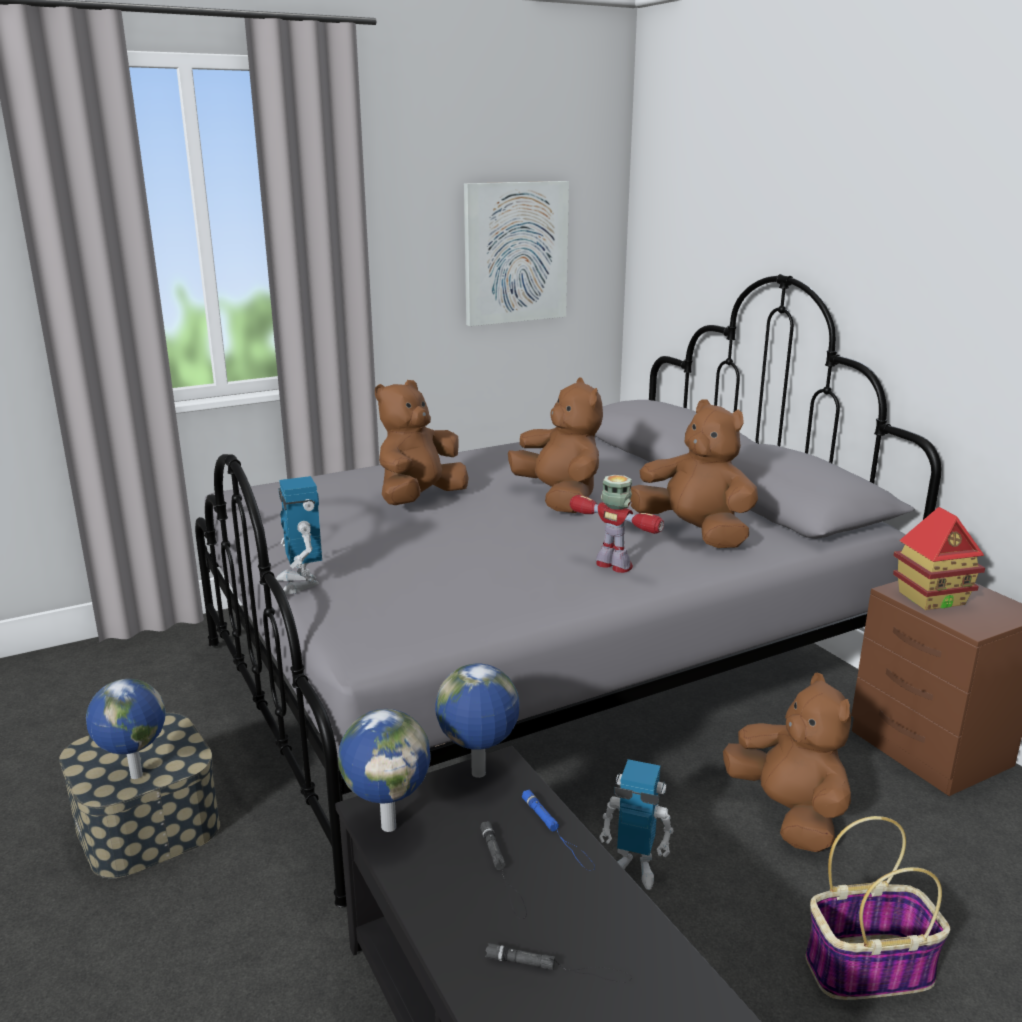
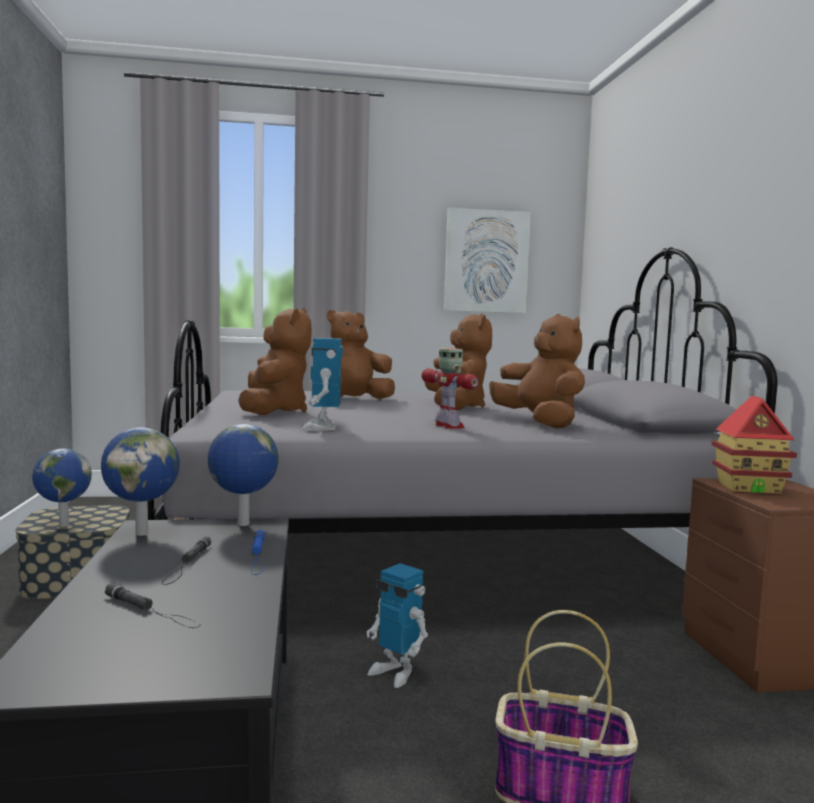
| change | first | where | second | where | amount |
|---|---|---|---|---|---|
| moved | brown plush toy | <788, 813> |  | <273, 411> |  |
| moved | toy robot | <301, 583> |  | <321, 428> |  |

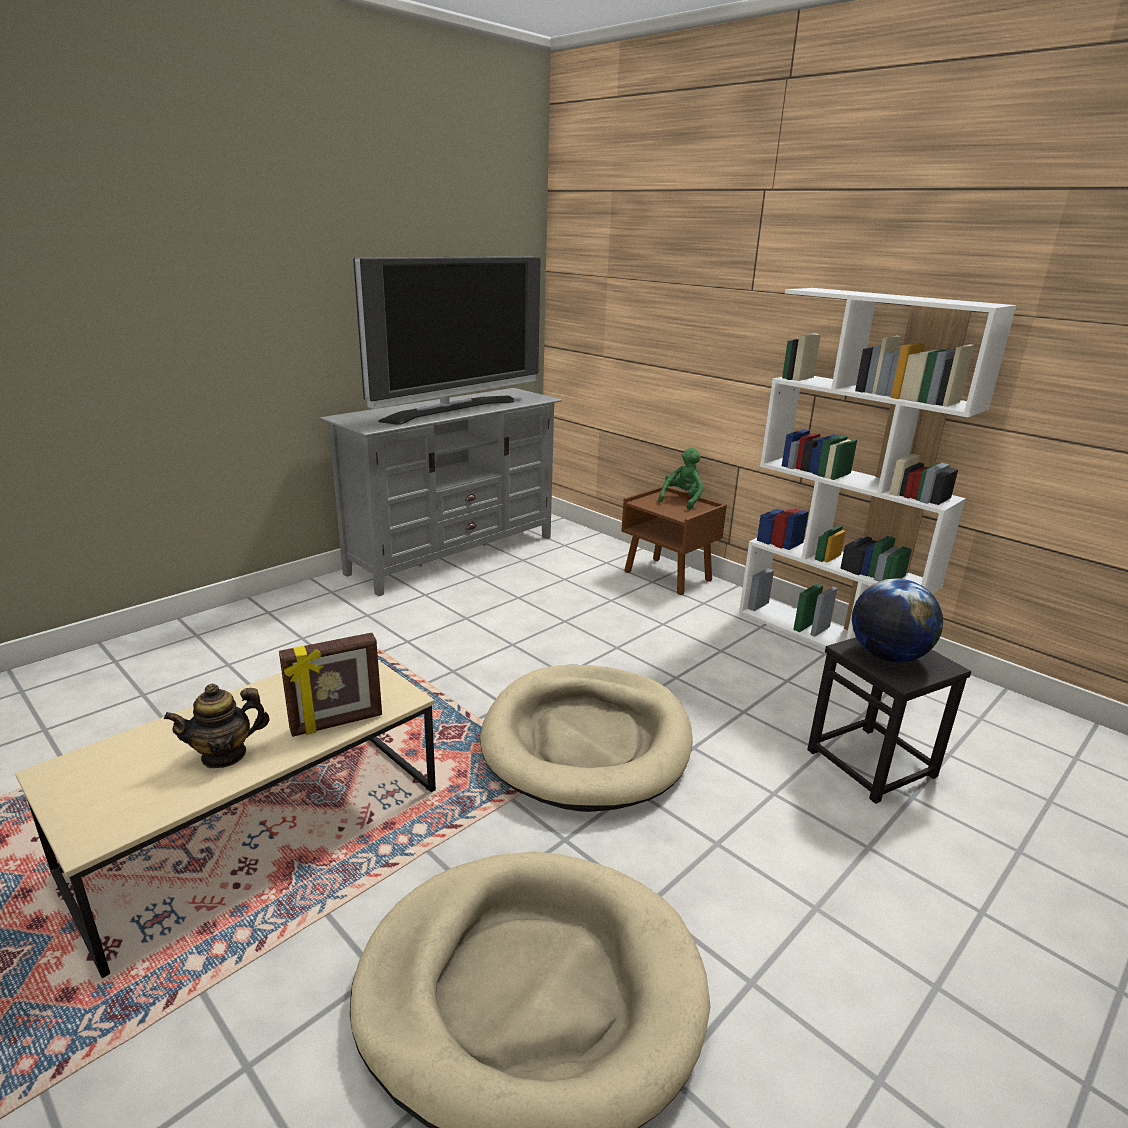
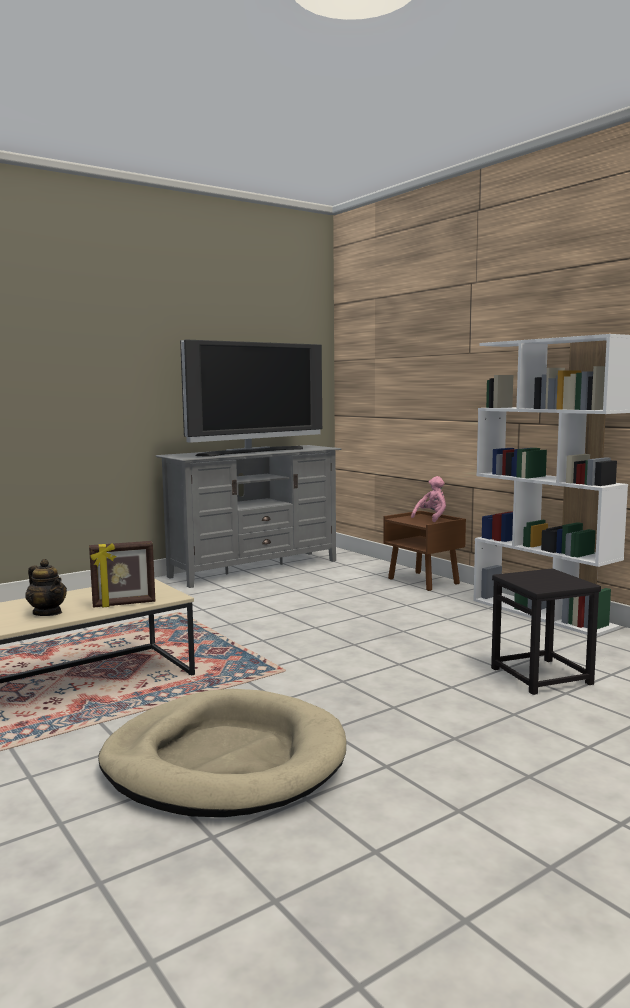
| change | first | where | second | where | amount |
|---|---|---|---|---|---|
| turned | teapot | <224, 755> |  | <47, 613> | 120 degrees counterclockwise |
| recoloured | green plush toy | <682, 500> | pink plush toy | <432, 518> |  |
| removed | beige dog bed | <587, 740> |  |  |  |
| removed | globe | <887, 656> |  |  |  |

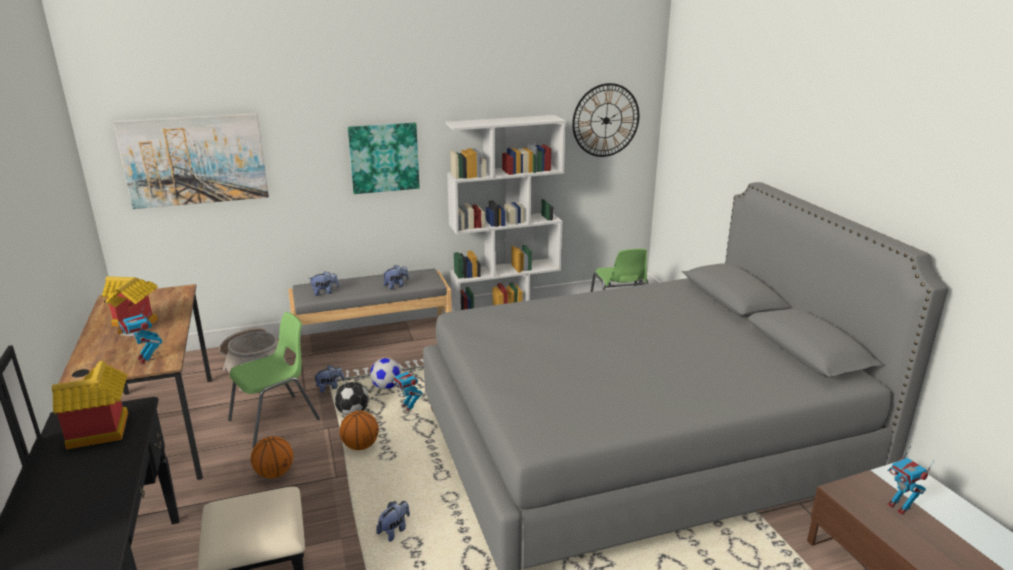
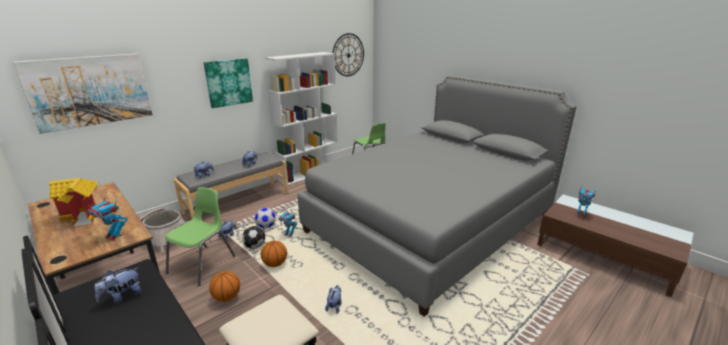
| change | first | where | second | where | amount |
|---|---|---|---|---|---|
| replaced | toy house | <102, 433> | plush toy | <122, 296> |  |

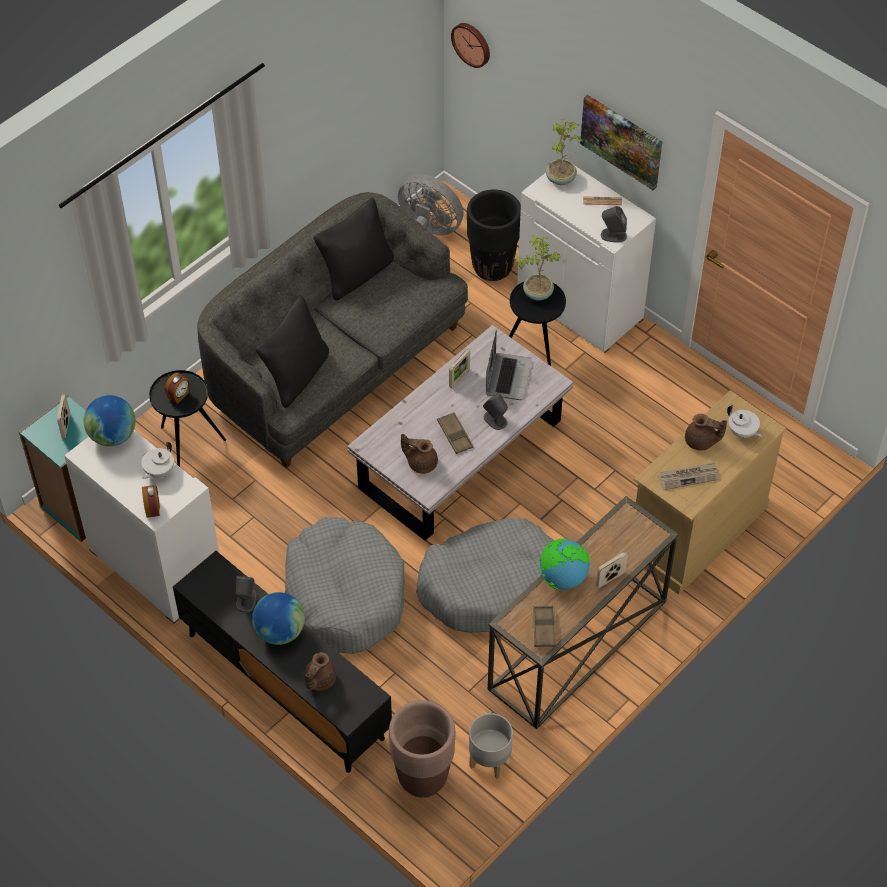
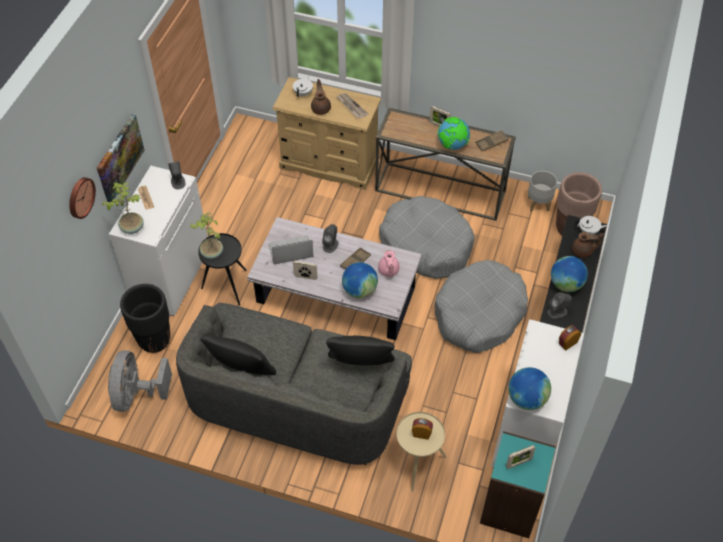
| change | first | where | second | where | amount |
|---|---|---|---|---|---|
| moved | wall clock | <472, 44> |  | <80, 197> |  |
| added |  |  | globe | <359, 290> |  |
| recoloured | brown teapot | <421, 463> | pink teapot | <388, 271> |  |
| recoloured | black side table | <187, 444> | beige side table | <417, 465> |  |
| moved | white teapot | <159, 471> |  | <588, 231> |  |

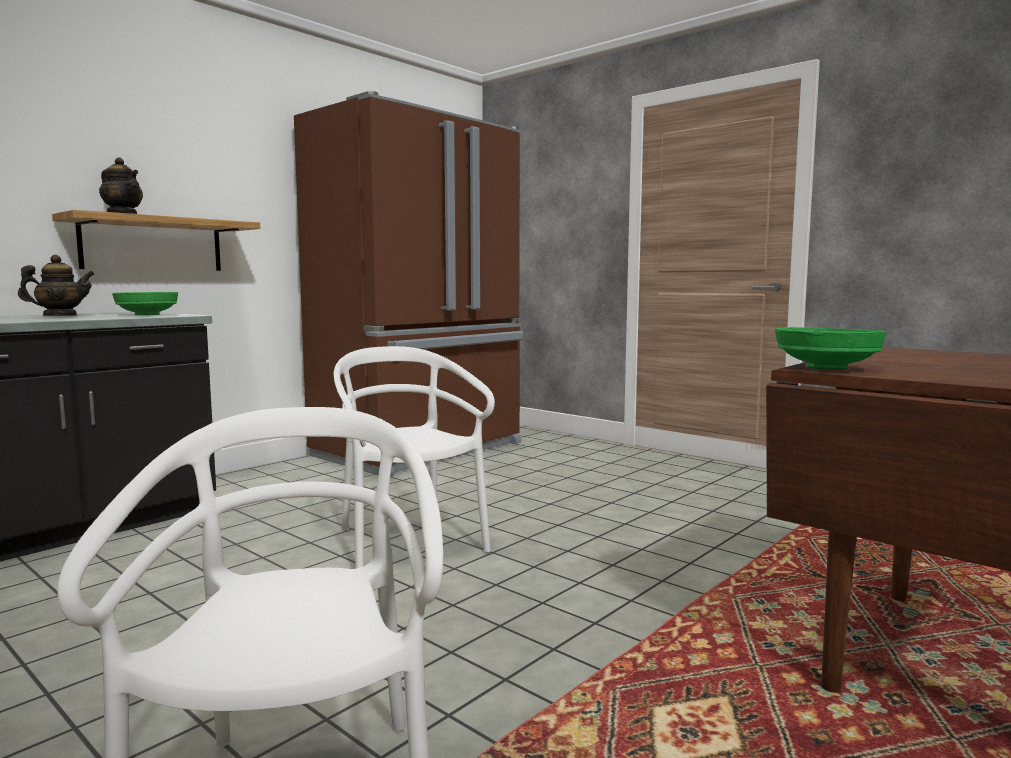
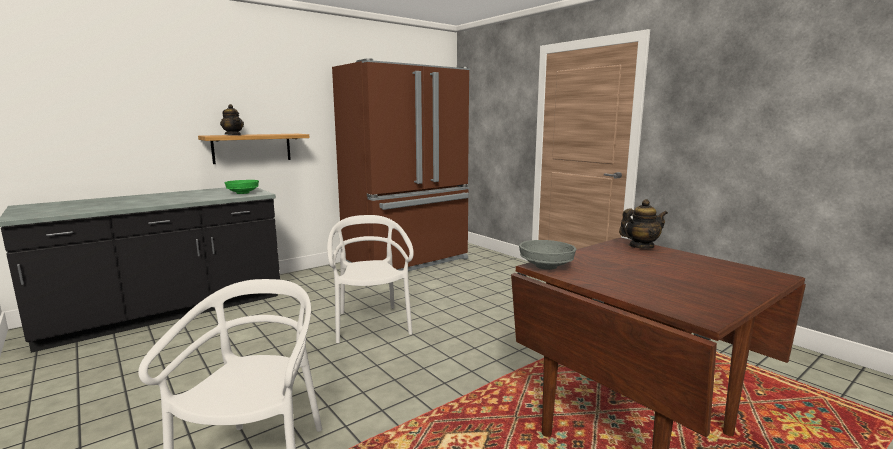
| change | first | where | second | where | amount |
|---|---|---|---|---|---|
| recoloured | green bowl | <828, 368> | grey bowl | <547, 267> |  |
| moved | teapot | <60, 316> |  | <641, 246> |  |

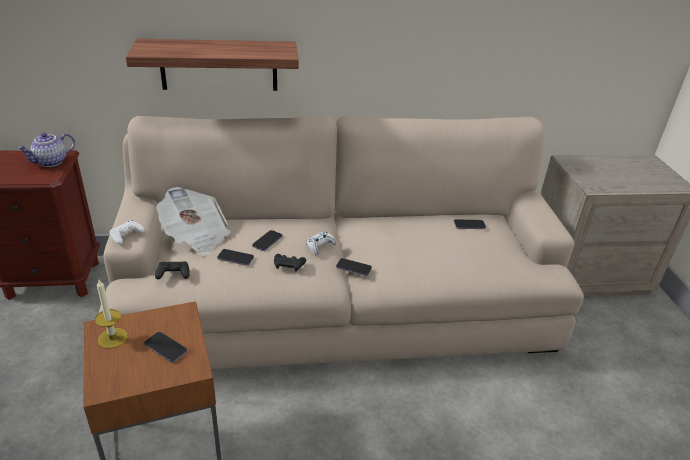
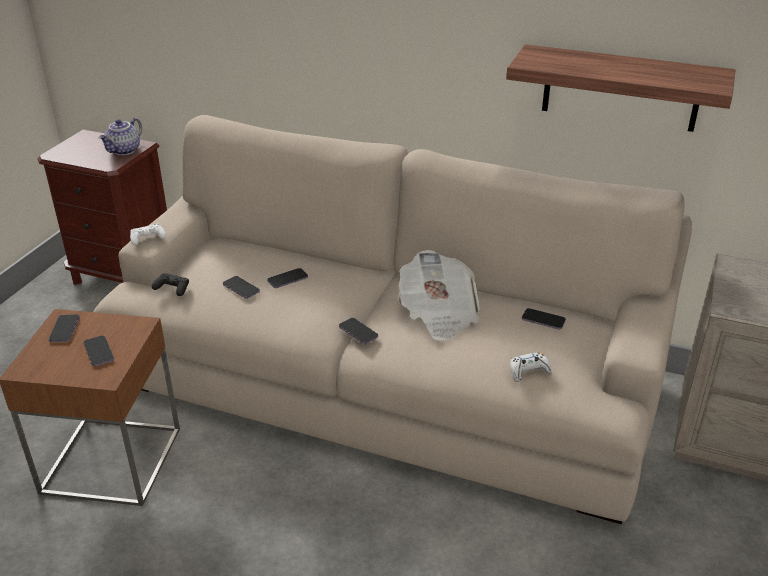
| change | first | where | second | where | amount |
|---|---|---|---|---|---|
| replaced | candle | <112, 338> | phone | <64, 330> |  |
| turned | teapot | <51, 162> |  | <124, 151> | 45 degrees counterclockwise |
| moved | newspaper | <195, 236> |  | <438, 314> |  |
| moved | shelf | <219, 65> |  | <621, 88> |  |
| moved | white game controller | <320, 246> |  | <528, 371> |  |
| removed | black game controller | <289, 265> |  |  |  |

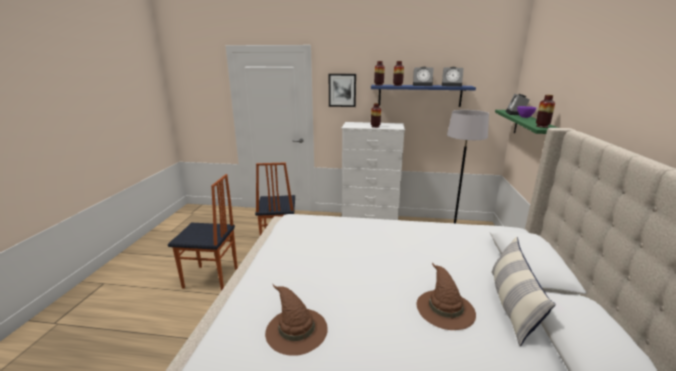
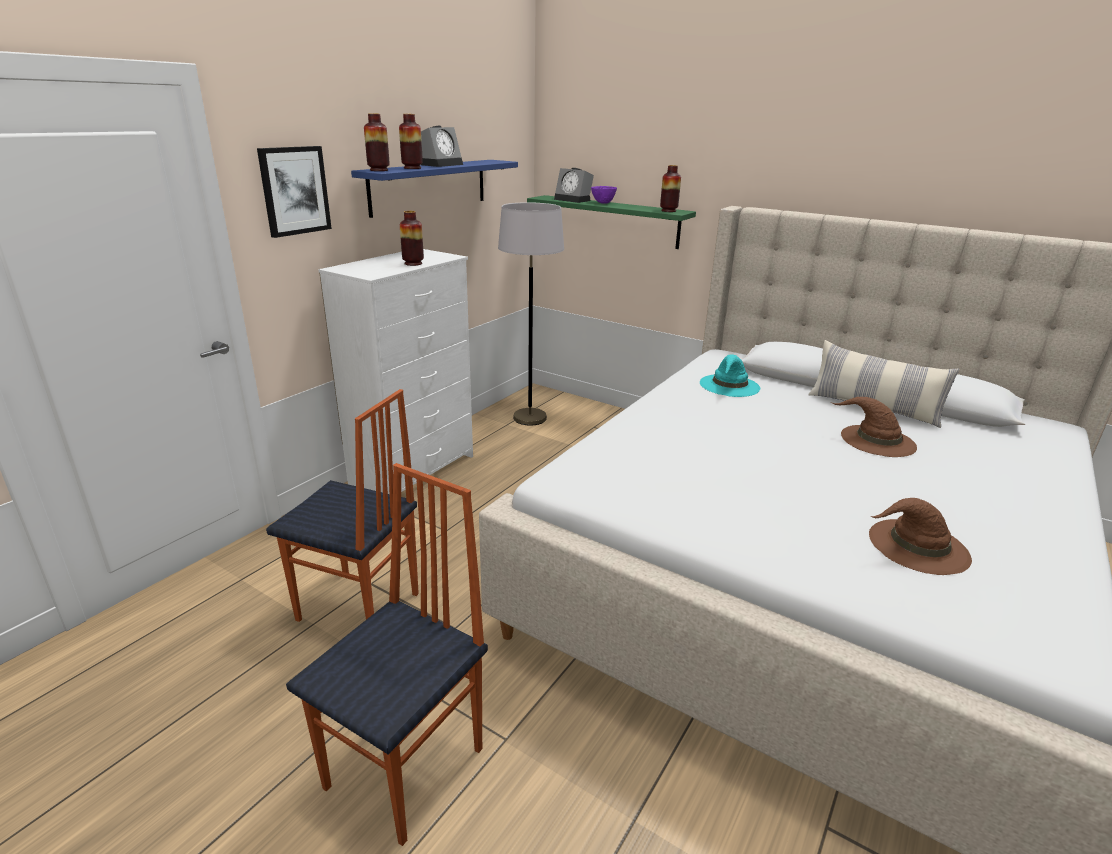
| change | first | where | second | where | amount |
|---|---|---|---|---|---|
| added |  |  | turquoise hat | <729, 385> |  |
| removed | alarm clock | <452, 85> |  |  |  |

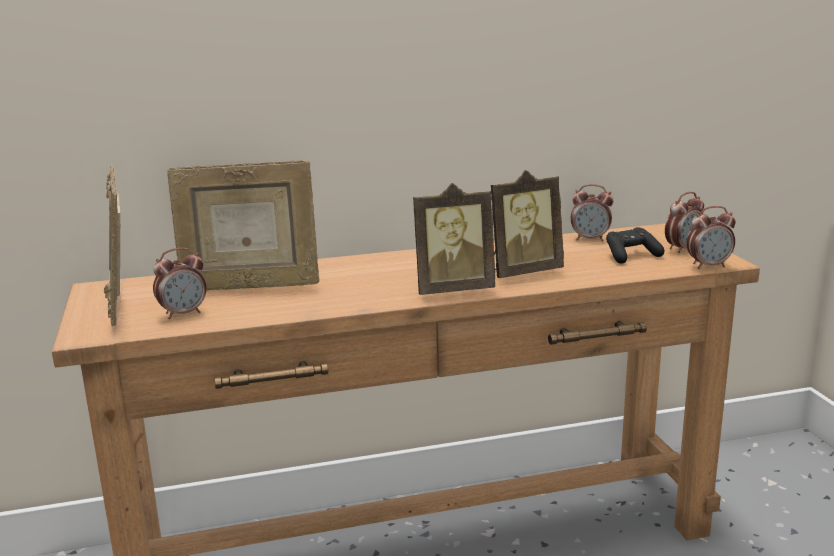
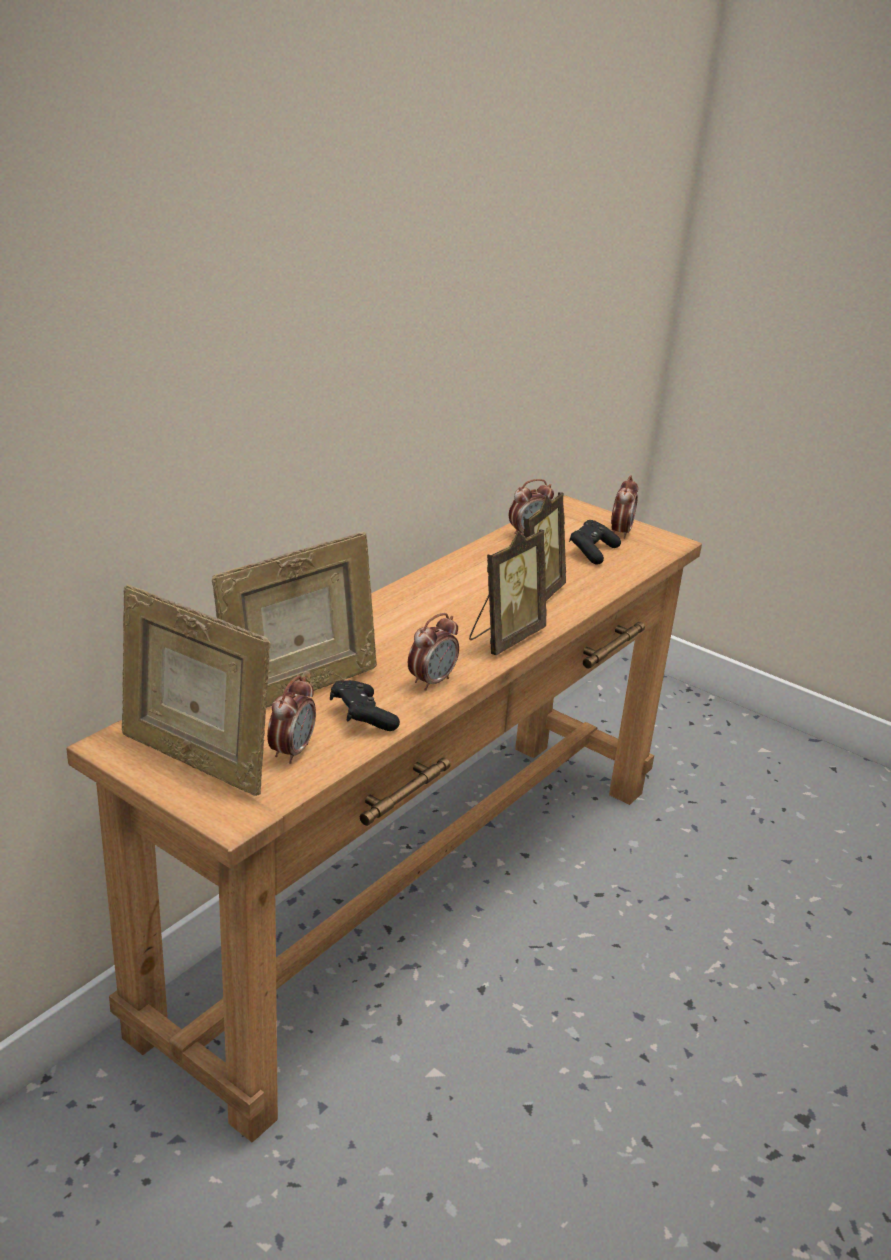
| change | first | where | second | where | amount |
|---|---|---|---|---|---|
| added |  |  | black game controller | <362, 718> |  |
| moved | alarm clock | <708, 266> |  | <432, 681> |  |

